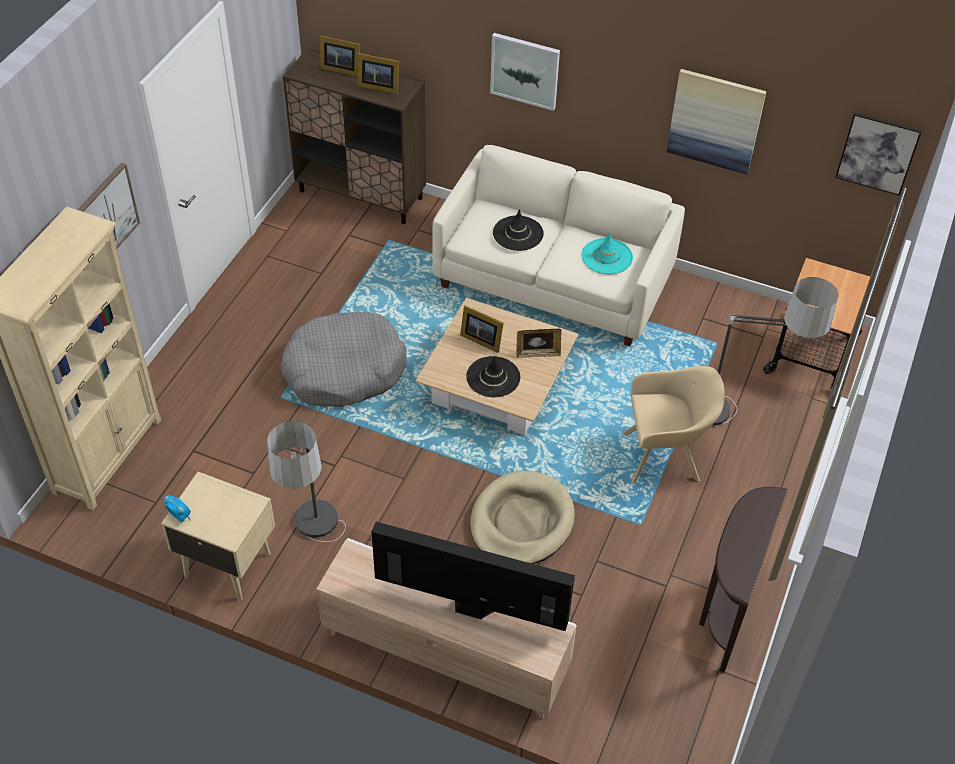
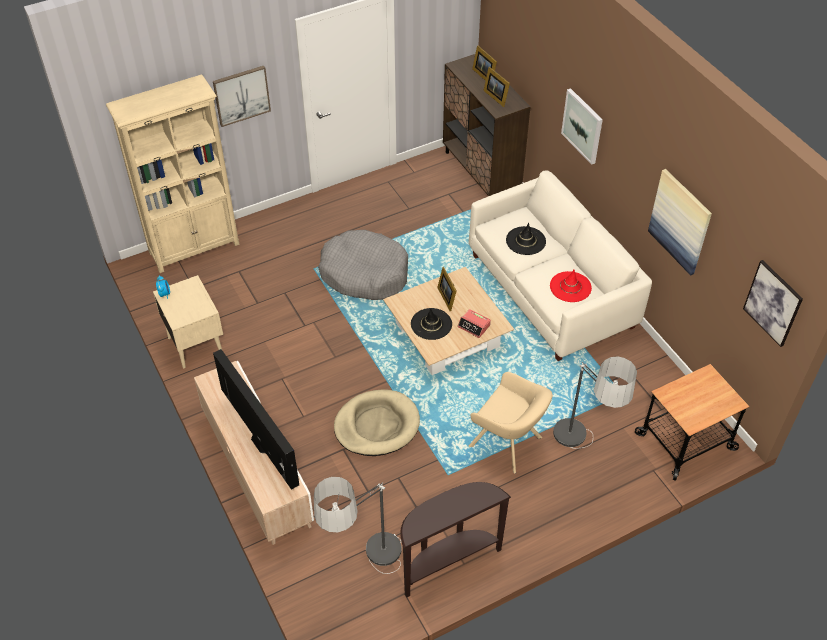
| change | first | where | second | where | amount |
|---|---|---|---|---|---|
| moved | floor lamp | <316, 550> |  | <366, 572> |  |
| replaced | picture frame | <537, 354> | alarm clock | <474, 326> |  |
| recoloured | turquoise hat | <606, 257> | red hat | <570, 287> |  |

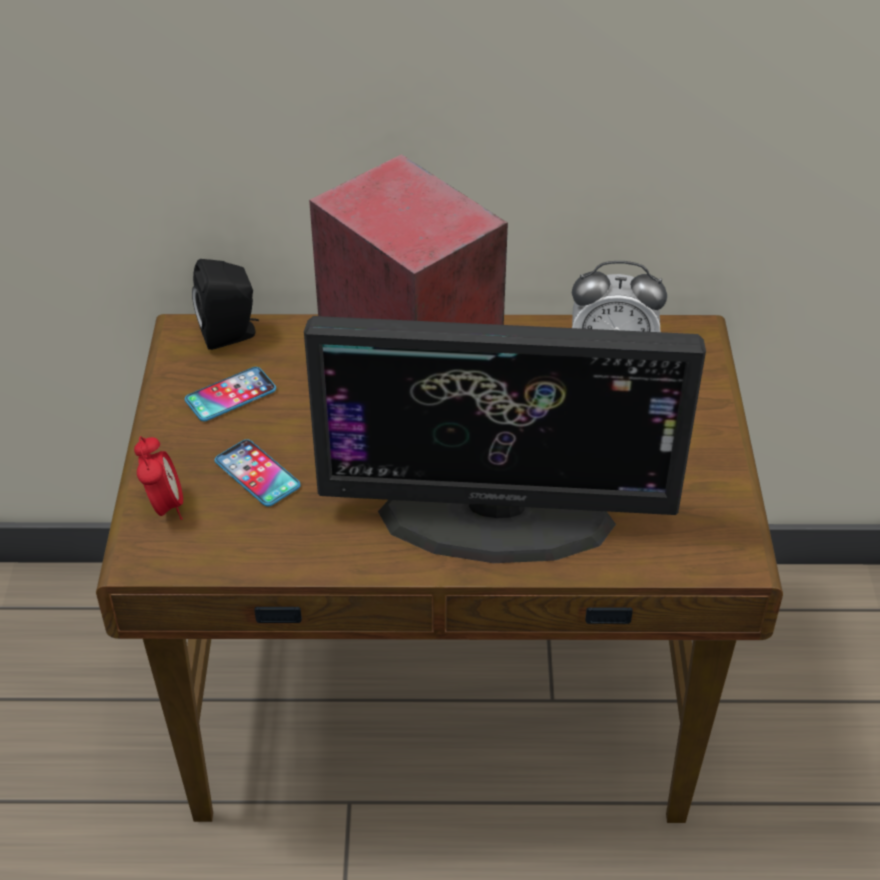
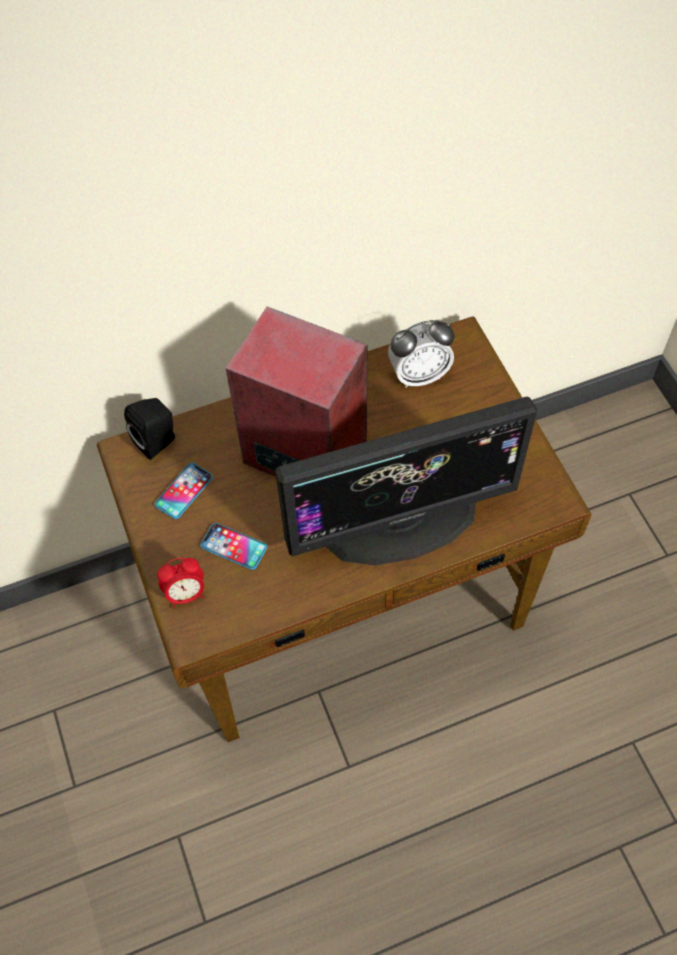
| change | first | where | second | where | amount |
|---|---|---|---|---|---|
| turned | alarm clock | <165, 506> |  | <186, 594> | 105 degrees clockwise |

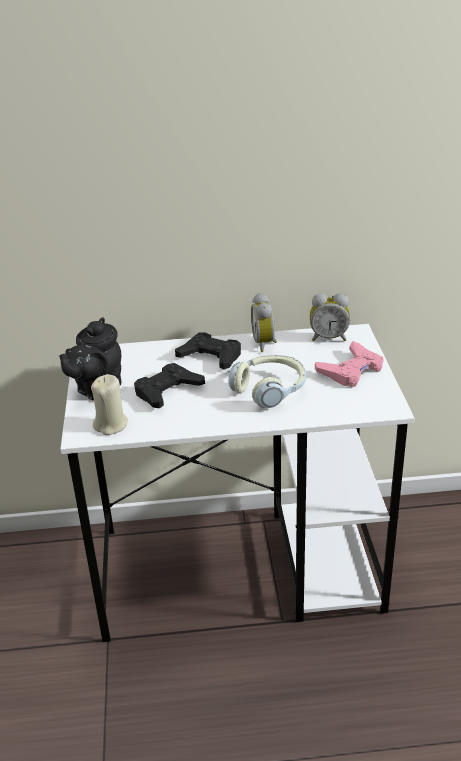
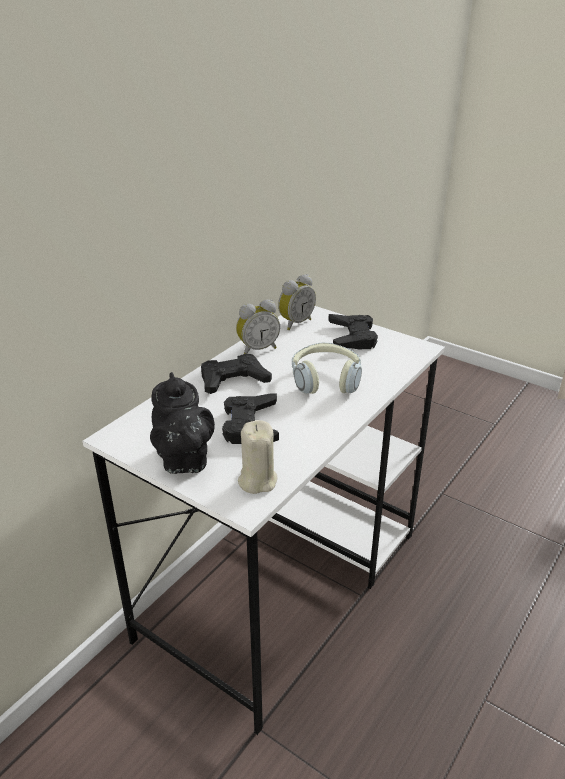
| change | first | where | second | where | amount |
|---|---|---|---|---|---|
| turned | alarm clock | <265, 343> |  | <257, 349> | 60 degrees counterclockwise |
| recoloured | pink game controller | <351, 370> | black game controller | <352, 337> |  |

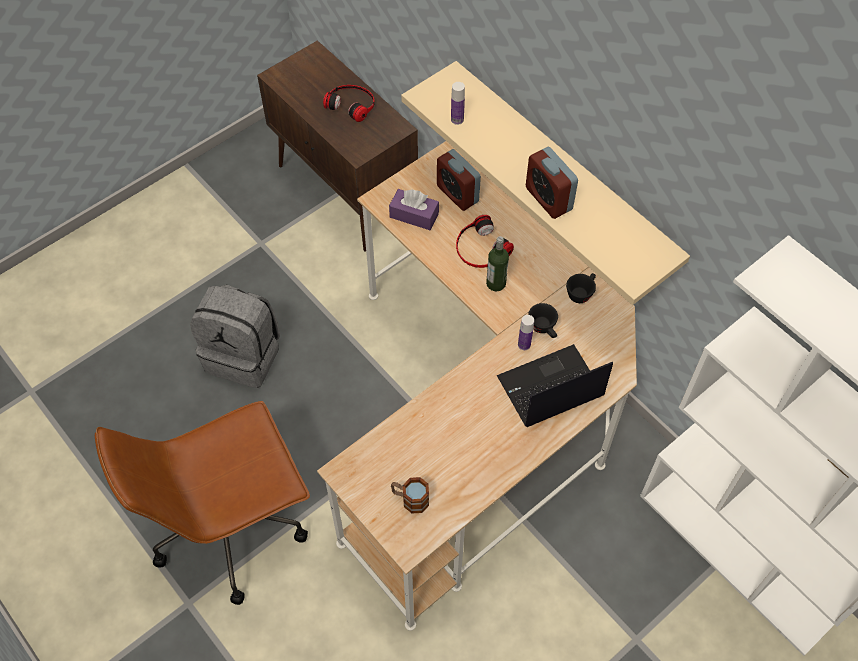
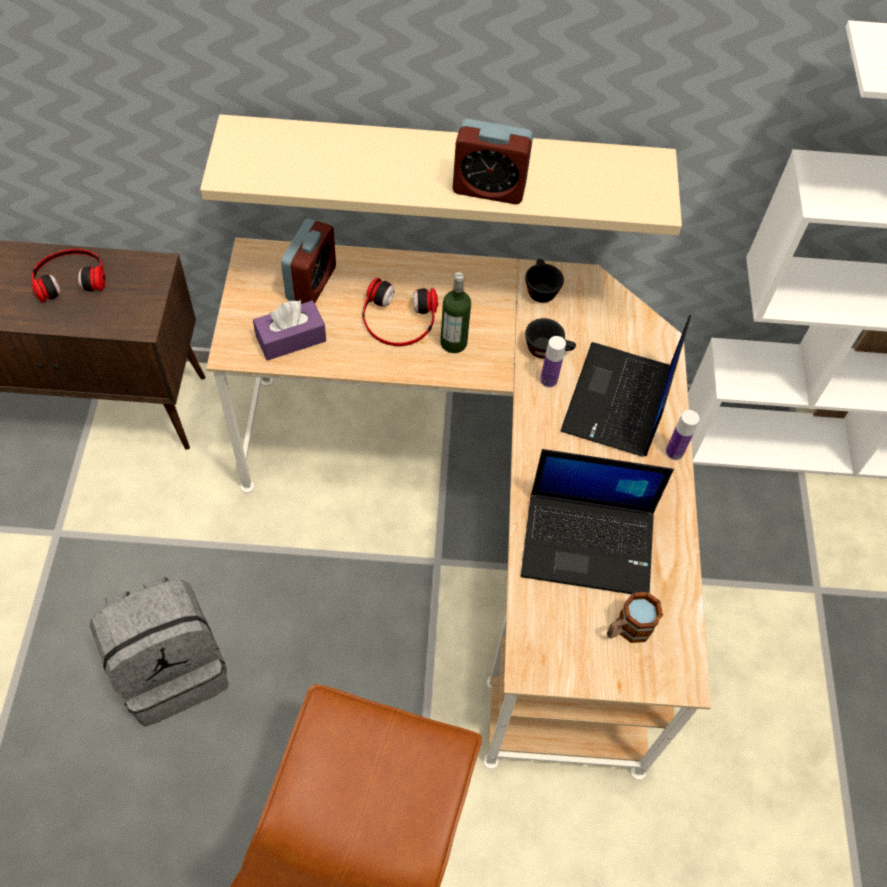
| change | first | where | second | where | amount |
|---|---|---|---|---|---|
| turned | alarm clock | <457, 194> |  | <311, 283> | 75 degrees counterclockwise |
| added |  |  | laptop | <590, 542> |  |
| moved | bottle | <457, 119> |  | <674, 452> |  |

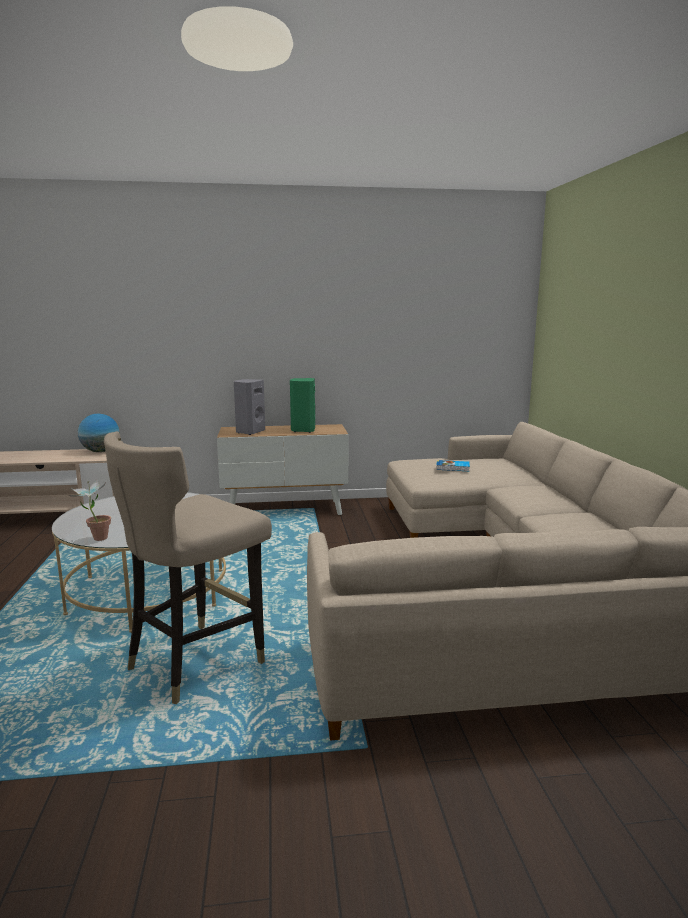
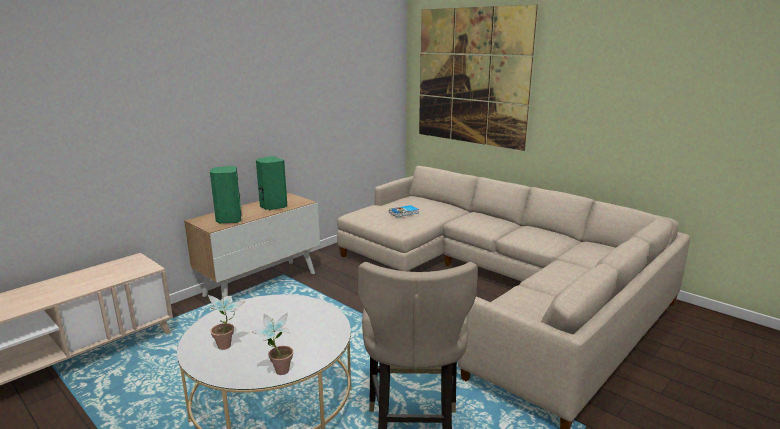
| change | first | where | second | where | amount |
|---|---|---|---|---|---|
| added |  |  | potted plant | <228, 347> |  |
| recoloured | grey speaker | <249, 432> | green speaker | <228, 220> |  |
| added |  |  | picture | <471, 77> |  |
| removed | globe | <100, 451> |  |  |  |

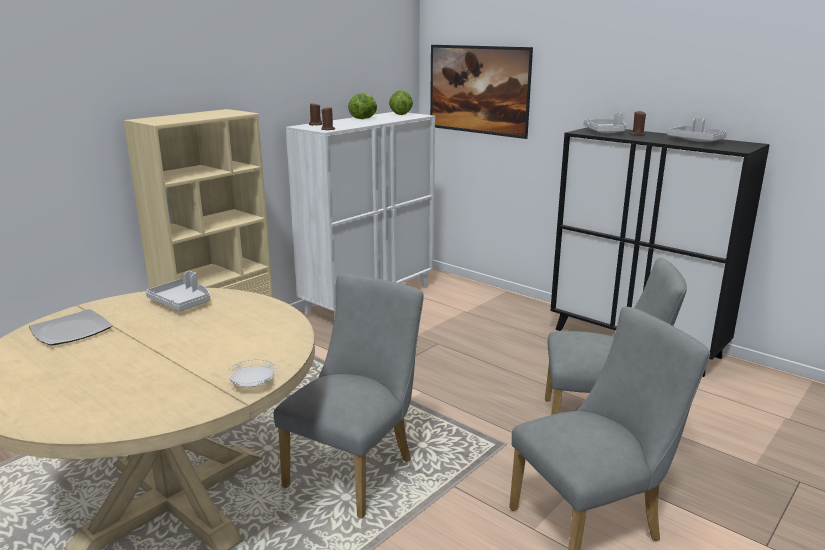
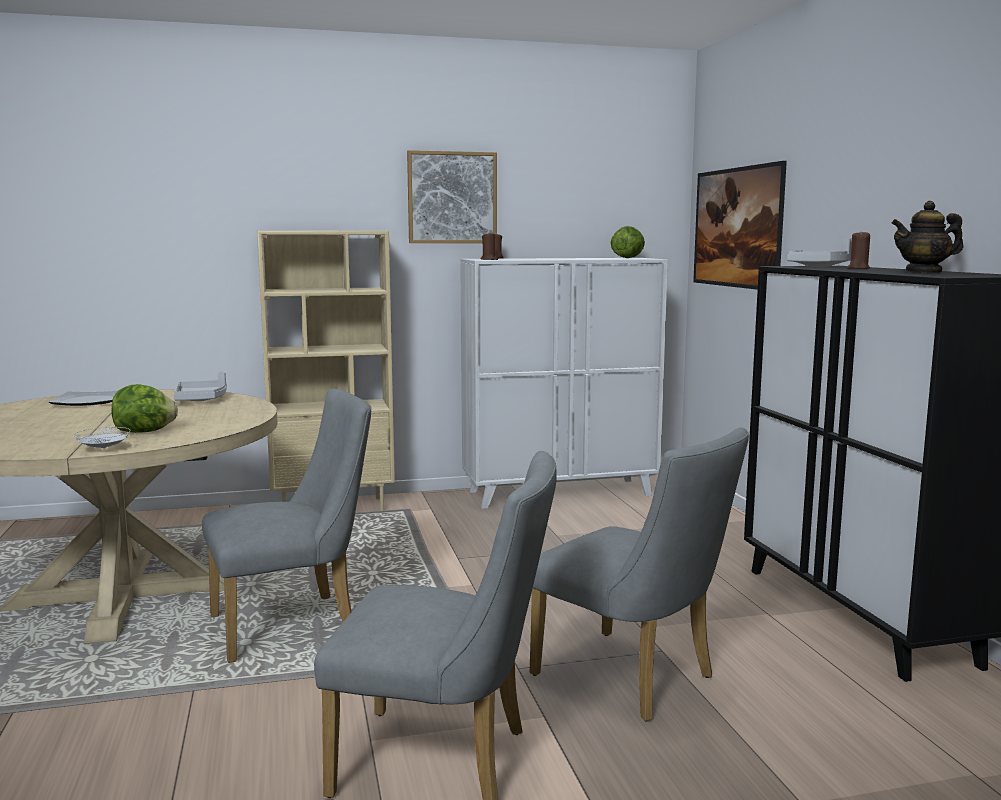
| change | first | where | second | where | amount |
|---|---|---|---|---|---|
| moved | lettuce | <364, 118> |  | <144, 432> |  |
| added |  |  | picture | <452, 197> |  |
| replaced | grey tray | <696, 141> | teapot | <924, 272> |  |

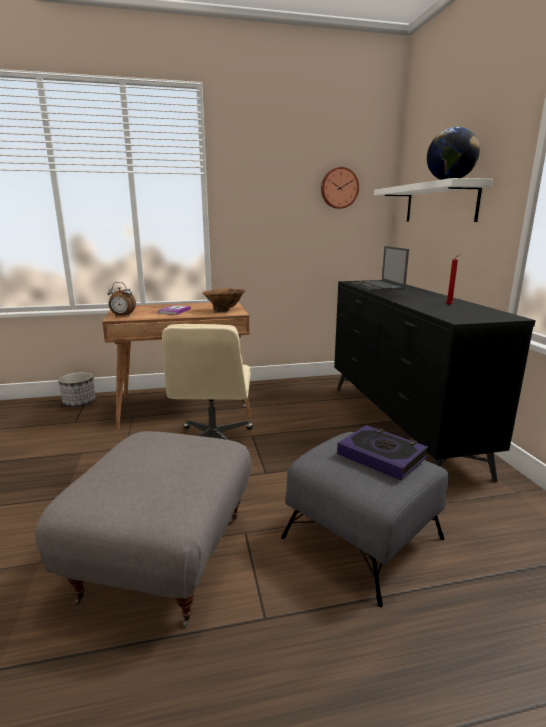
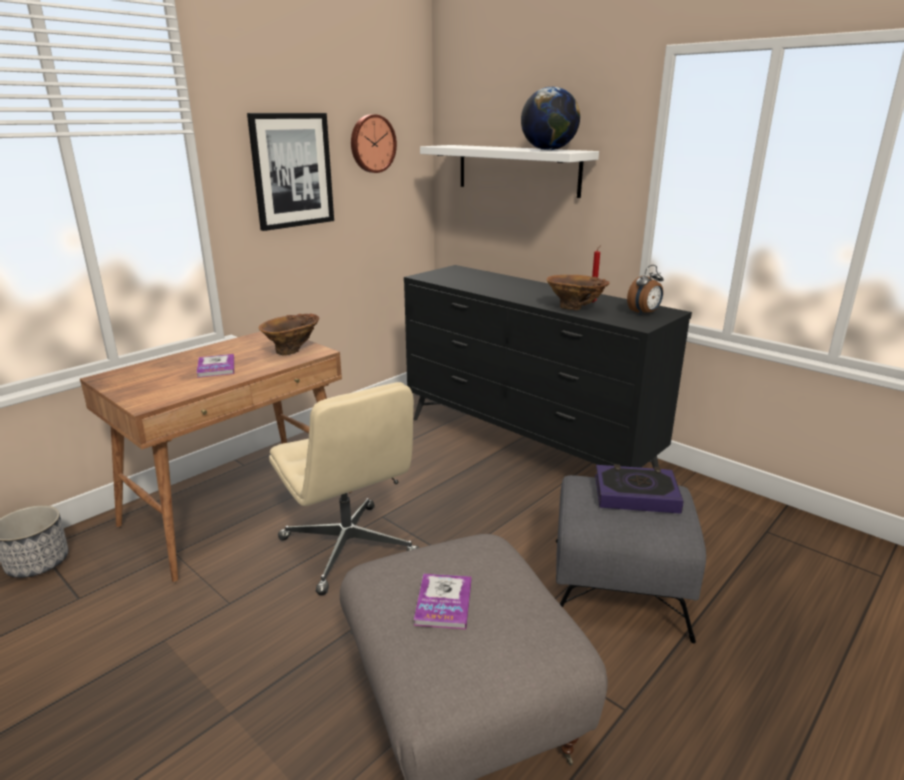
| change | first | where | second | where | amount |
|---|---|---|---|---|---|
| added |  |  | picture | <292, 171> |  |
| added |  |  | book | <443, 602> |  |
| added |  |  | brown vase | <575, 309> |  |
| moved | alarm clock | <122, 316> |  | <644, 313> |  |
| removed | laptop | <377, 286> |  |  |  |

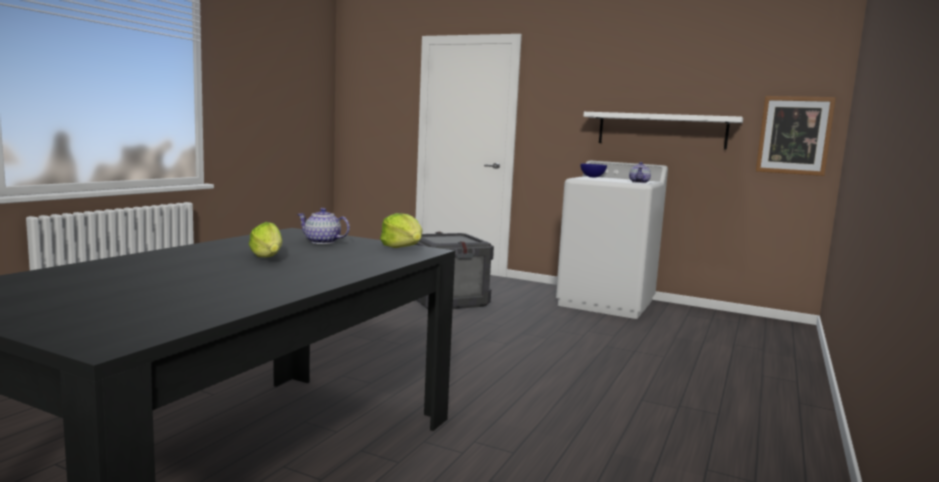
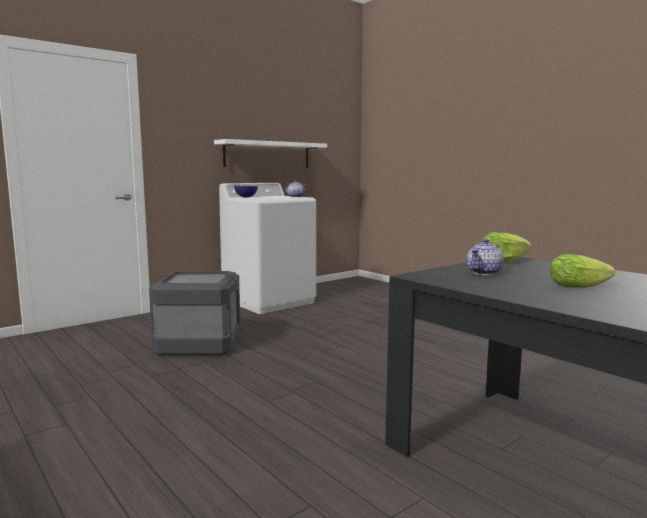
| change | first | where | second | where | amount |
|---|---|---|---|---|---|
| removed | picture | <794, 135> |  |  |  |

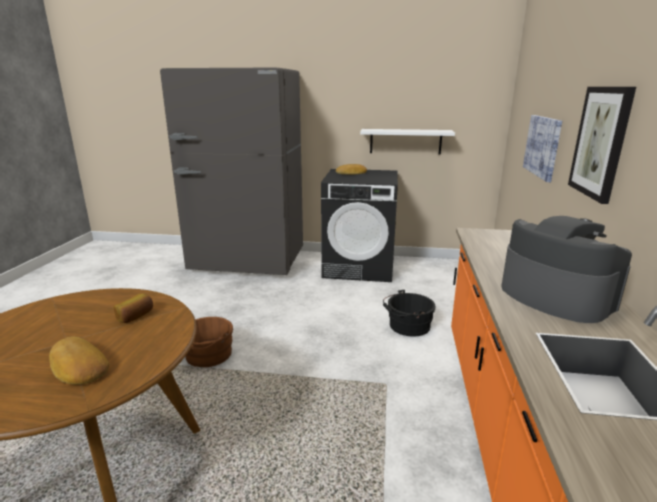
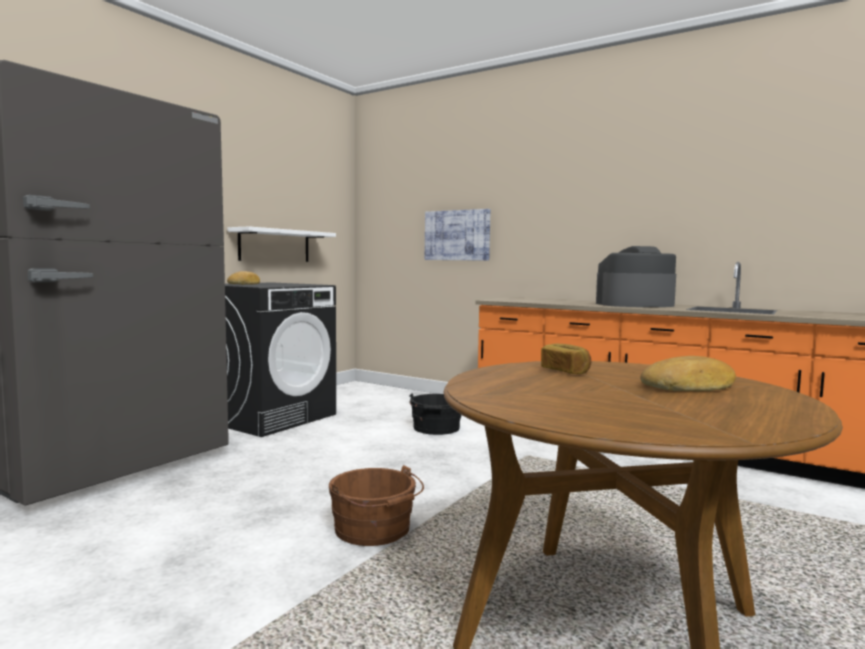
| change | first | where | second | where | amount |
|---|---|---|---|---|---|
| removed | picture | <600, 142> |  |  |  |

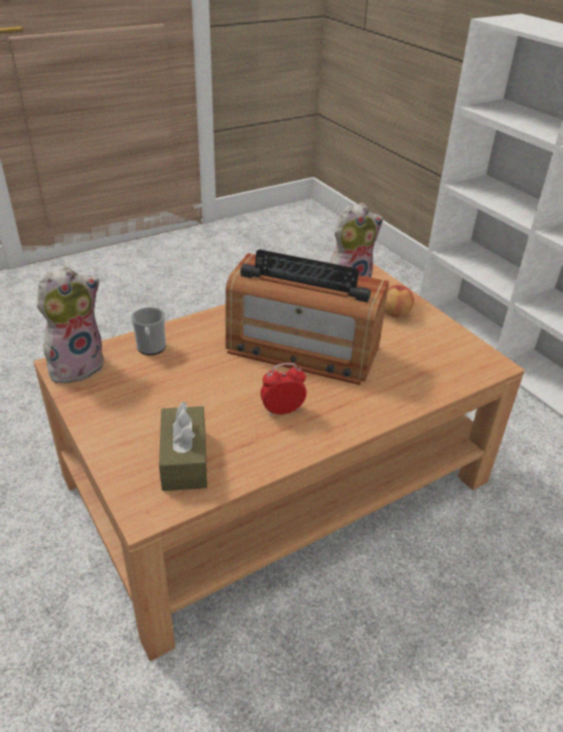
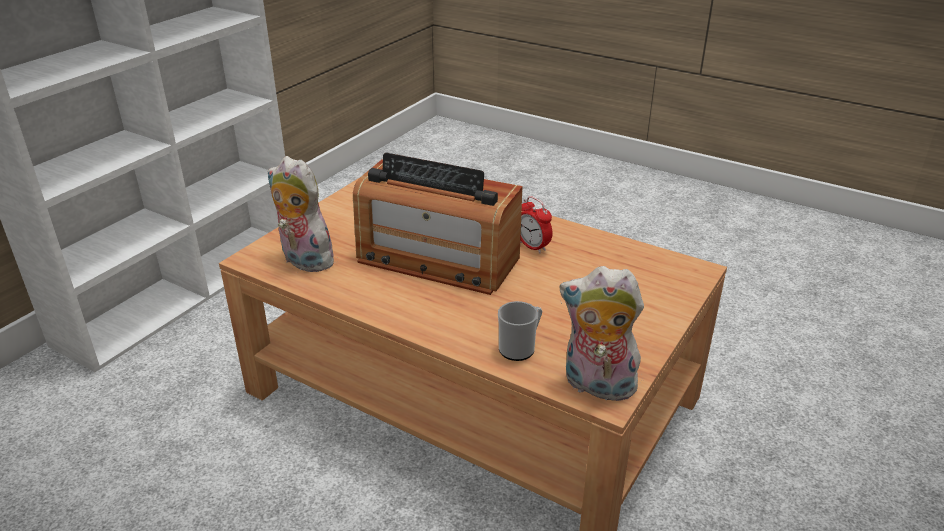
| change | first | where | second | where | amount |
|---|---|---|---|---|---|
| turned | radio | <302, 349> |  | <437, 260> | 120 degrees clockwise |
| removed | brown tissue box | <184, 459> |  |  |  |
| removed | apple | <395, 314> |  |  |  |

